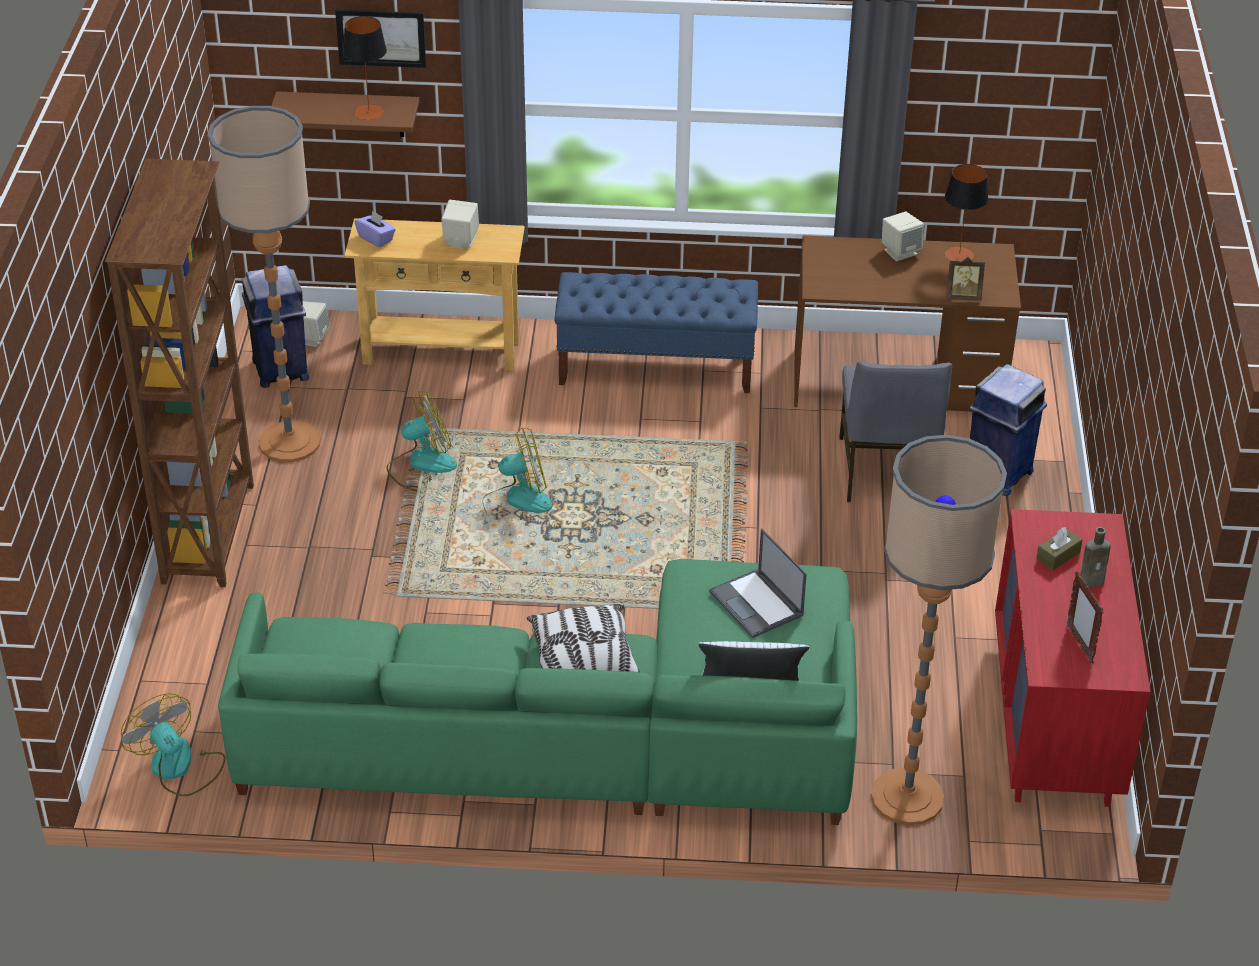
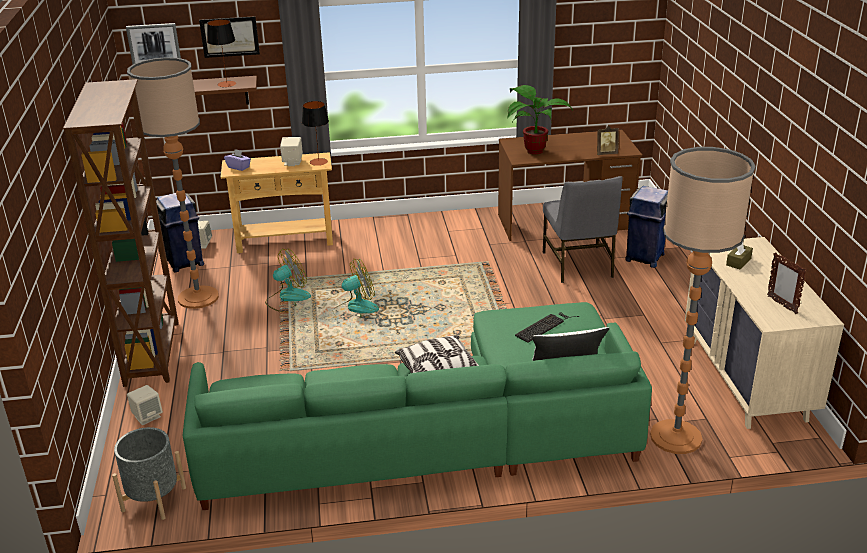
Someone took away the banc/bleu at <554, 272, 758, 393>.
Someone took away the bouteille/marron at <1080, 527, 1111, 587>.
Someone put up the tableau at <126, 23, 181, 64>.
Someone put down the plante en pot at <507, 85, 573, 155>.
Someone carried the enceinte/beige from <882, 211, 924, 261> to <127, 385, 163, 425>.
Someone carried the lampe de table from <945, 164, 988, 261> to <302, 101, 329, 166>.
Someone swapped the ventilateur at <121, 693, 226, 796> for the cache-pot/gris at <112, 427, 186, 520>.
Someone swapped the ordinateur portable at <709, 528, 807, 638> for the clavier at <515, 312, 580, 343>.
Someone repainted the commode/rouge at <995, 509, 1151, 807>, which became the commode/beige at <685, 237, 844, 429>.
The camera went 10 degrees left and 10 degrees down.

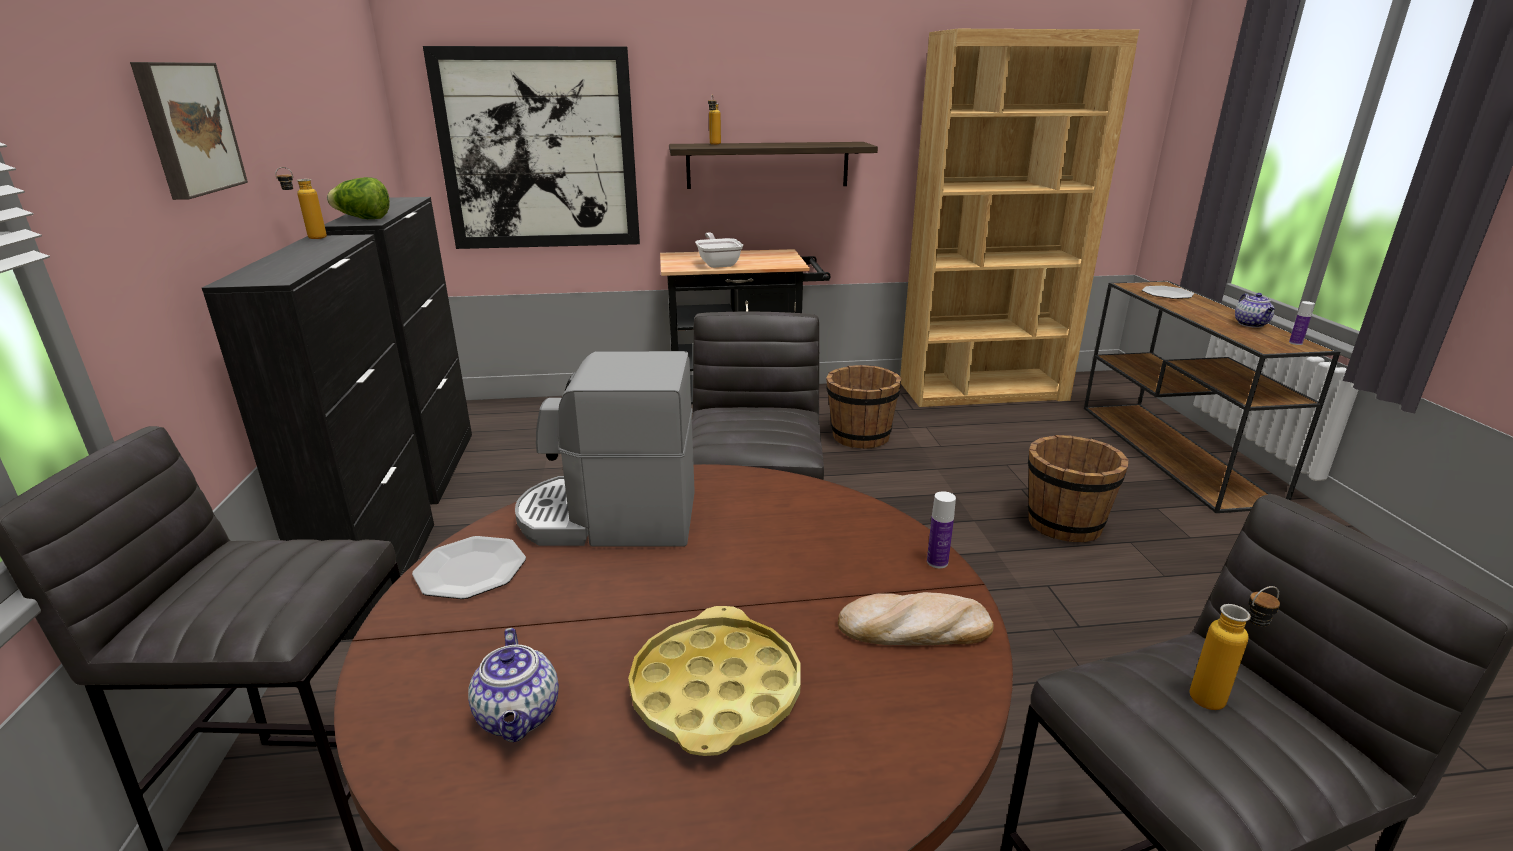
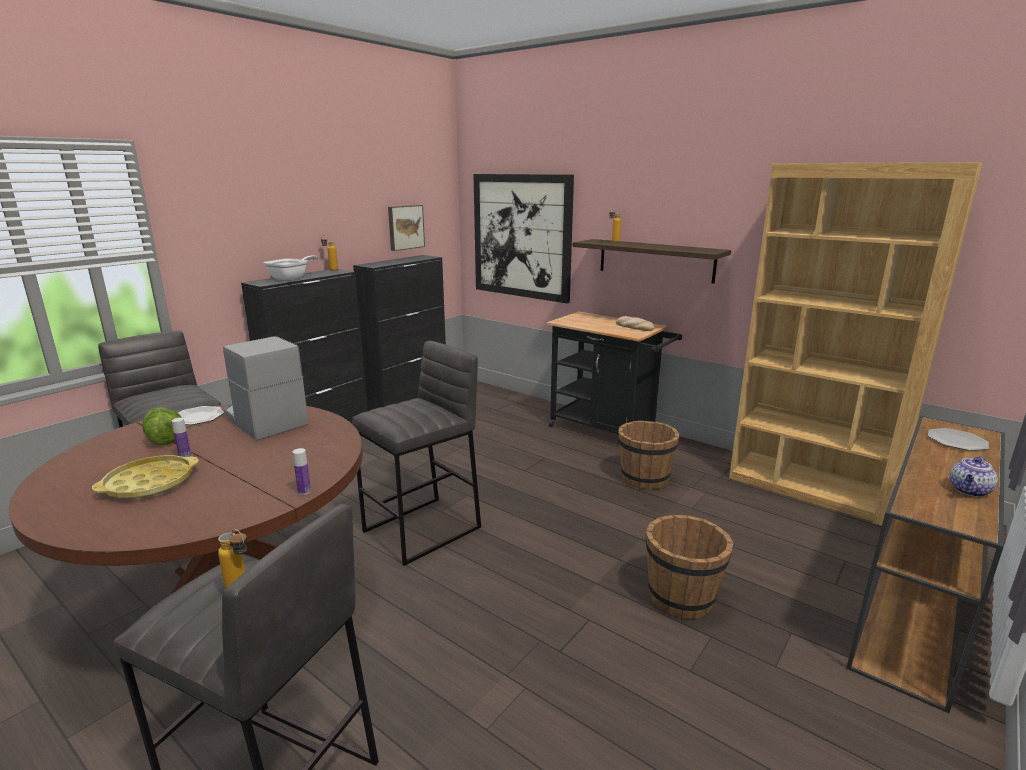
Someone took away the théière at <468, 628, 559, 742>.
Someone carried the tableau from <130, 62, 248, 200> to <388, 205, 425, 251>.
Someone carried the laitue from <327, 177, 390, 219> to <142, 407, 182, 445>.
Someone carried the poêle from <695, 233, 743, 268> to <263, 256, 319, 281>.
Someone carried the pain from <838, 592, 993, 646> to <616, 316, 655, 331>.
Someone carried the bouteille from <1289, 301, 1315, 345> to <172, 418, 192, 457>.
The camera went 45 degrees right and 5 degrees down.

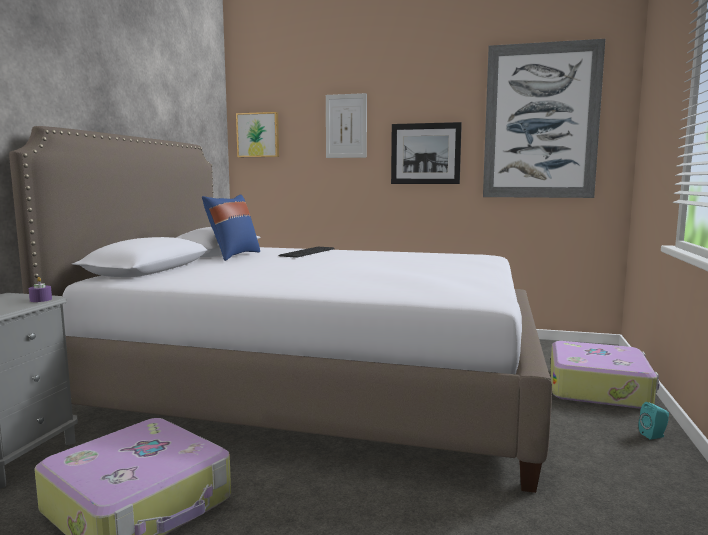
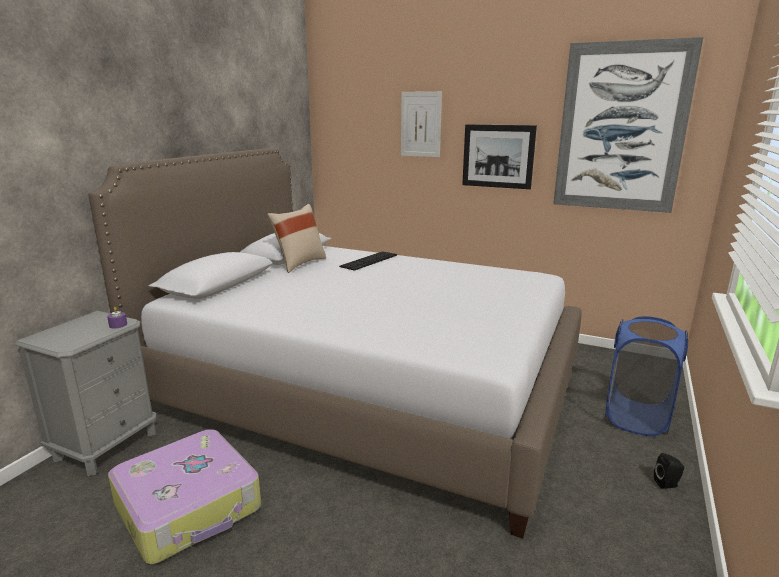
Someone took away the tableau at <236, 112, 279, 157>.
Someone swapped the valise at <550, 341, 660, 409> for the panier à linge/bleu at <605, 316, 688, 437>.
Someone repainted the coussin/bleu at <202, 194, 260, 261>, which became the coussin/beige at <267, 204, 326, 273>.
Someone repainted the enceinte/turquoise at <638, 402, 669, 440>, which became the enceinte/noir at <654, 453, 684, 489>.
The camera went 10 degrees right and 10 degrees up.

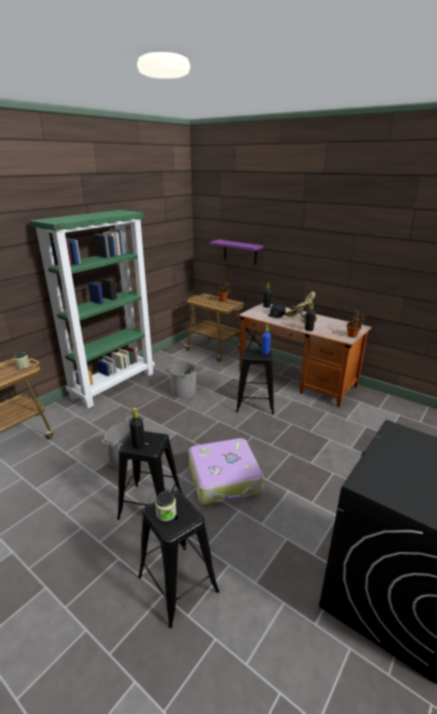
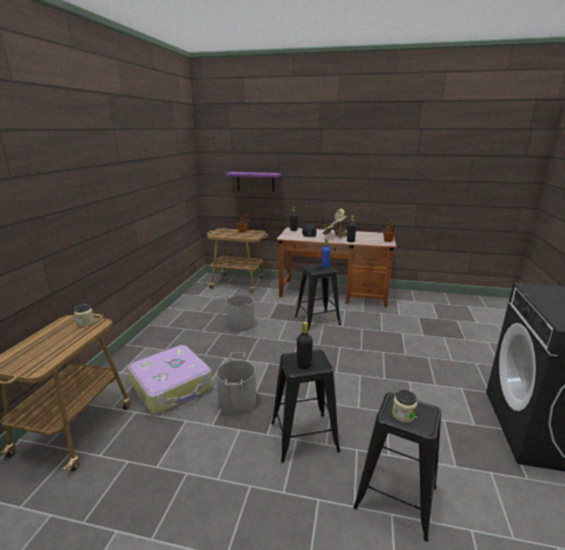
Someone took away the bibliothèque/vert at <30, 210, 155, 409>.
Someone carried the valise from <189, 438, 263, 505> to <128, 345, 212, 414>.
The camera went 25 degrees left and 5 degrees down.

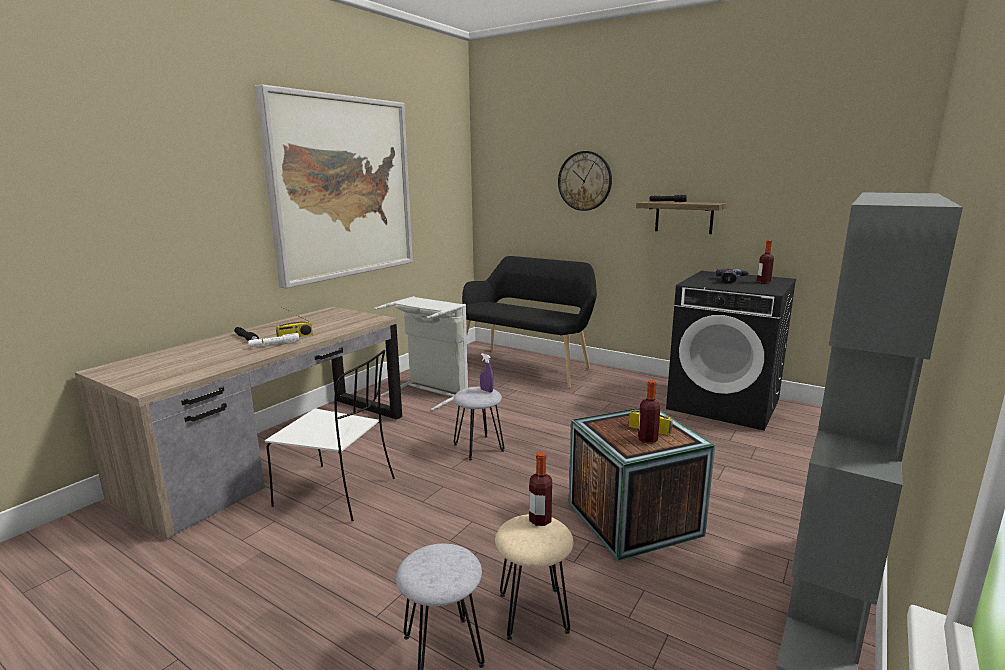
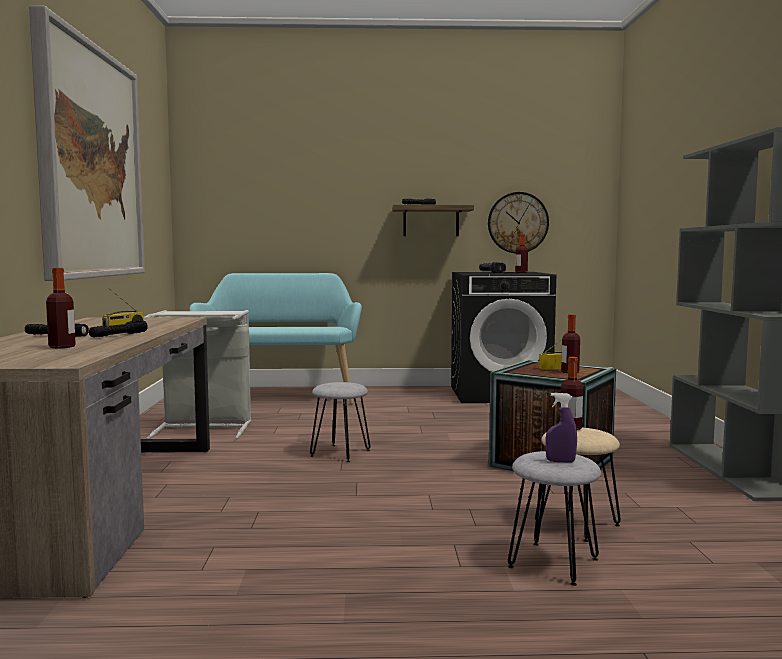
Someone took away the chaise/blanc at <265, 350, 395, 522>.
Someone put down the bouteille at <46, 268, 76, 349>.
Someone carried the vaporisateur/violet from <480, 354, 494, 392> to <545, 393, 577, 463>.
Someone carried the horloge murale from <558, 151, 612, 211> to <488, 192, 549, 253>.
Someone repainted the lampe de poche/blanc at <248, 333, 299, 347>, which became the lampe de poche/noir at <89, 320, 148, 337>.
Someone repainted the banc/noir at <462, 256, 597, 388>, which became the banc/turquoise at <189, 273, 362, 404>.
The camera went 35 degrees left and 10 degrees down.

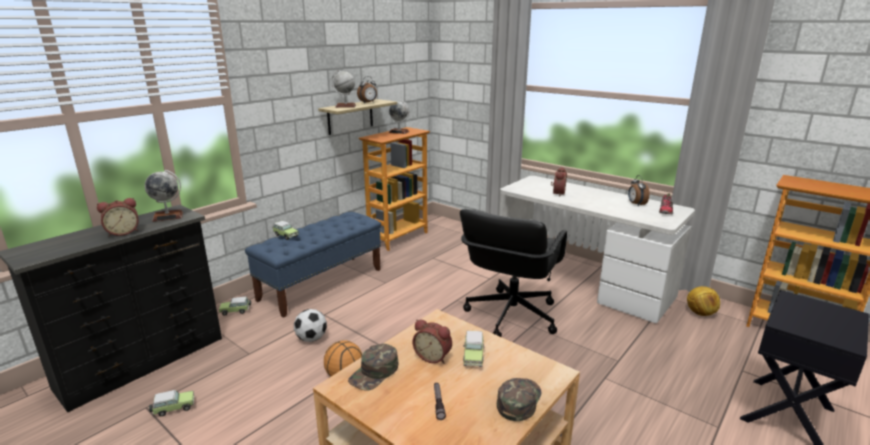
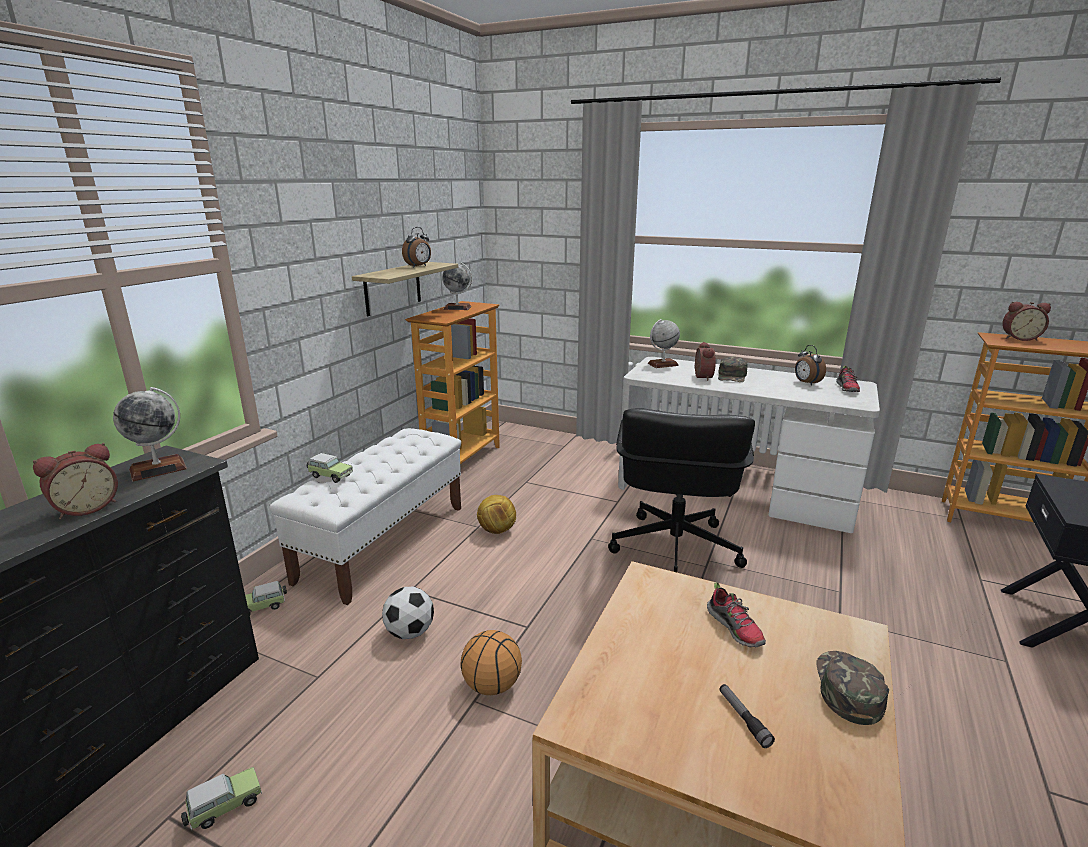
Someone carried the globe from <331, 70, 356, 108> to <648, 319, 680, 368>.
Someone carried the casquette/vert from <348, 344, 398, 391> to <718, 356, 748, 382>.
Someone carried the réveil from <413, 320, 452, 364> to <1002, 302, 1051, 341>.
Someone carried the ballon de foot from <687, 286, 720, 316> to <477, 495, 516, 534>.
Someone swapped the petite voiture at <463, 331, 485, 367> for the chaussure at <707, 582, 766, 648>.
Someone repainted the banc/bleu at <245, 212, 381, 318>, which became the banc/blanc at <269, 428, 461, 605>.
The camera went 15 degrees left and 0 degrees up.

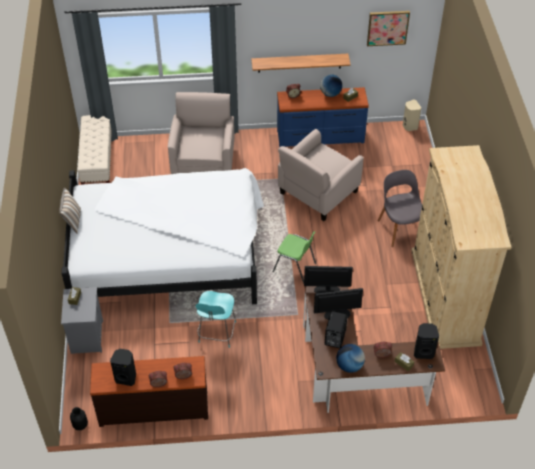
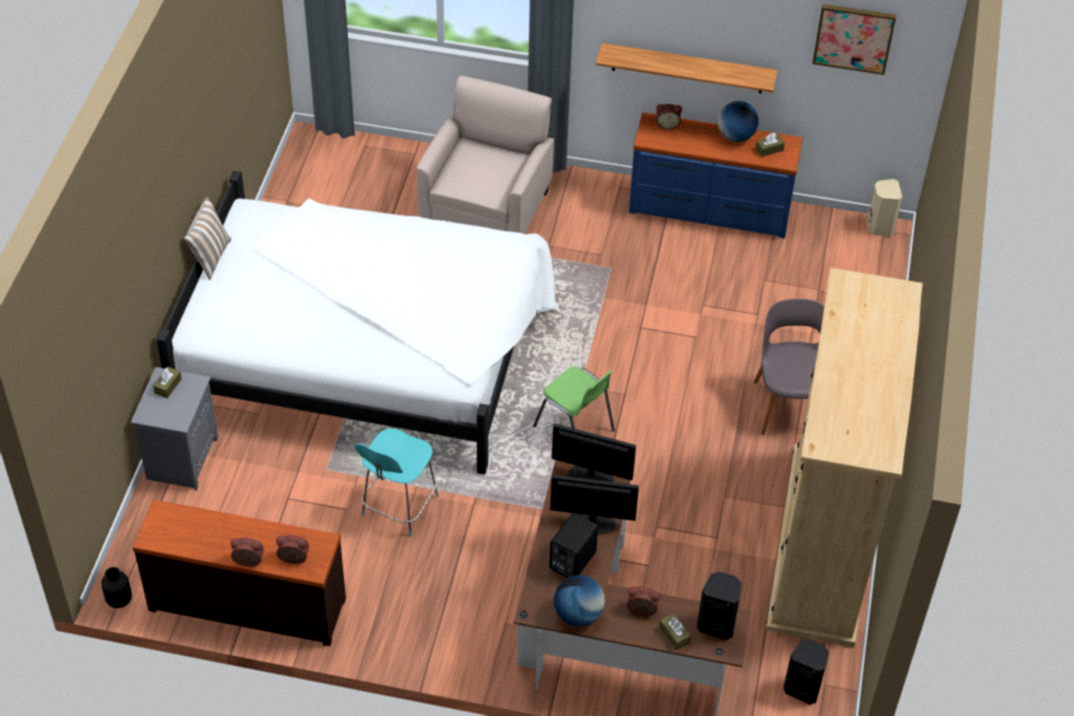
Someone took away the banc/beige at <77, 115, 112, 185>.
Someone took away the fauteuil/beige at <278, 129, 364, 221>.
Someone carried the enceinte/noir from <110, 349, 136, 386> to <783, 639, 829, 705>.
The camera went 15 degrees right and 0 degrees up.

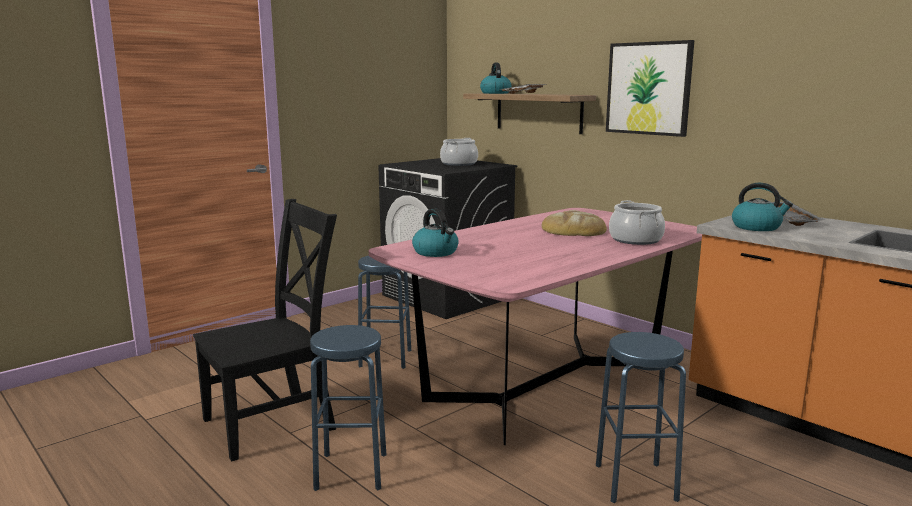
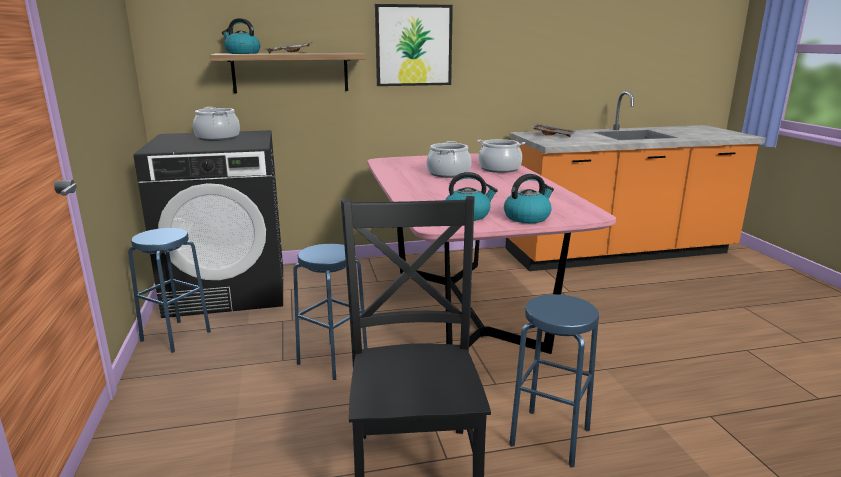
Someone carried the tabouret/bleu from <596, 332, 686, 503> to <128, 228, 211, 353>.
Someone carried the bouilloire from <732, 183, 793, 231> to <504, 174, 554, 223>.
Someone swapped the pain at <542, 210, 607, 236> for the marmite at <426, 141, 471, 178>.
The camera went 60 degrees left and 5 degrees up.

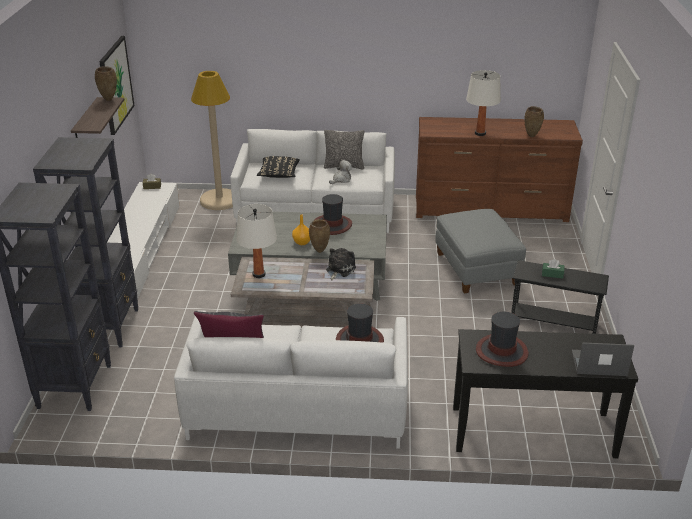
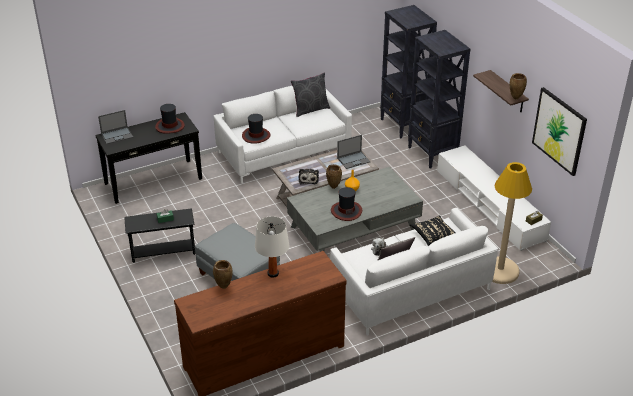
Someone swapped the lampe de table/blanc at <236, 204, 277, 278> for the ordinateur portable at <337, 135, 371, 169>.
The camera went 150 degrees right and 5 degrees up.

